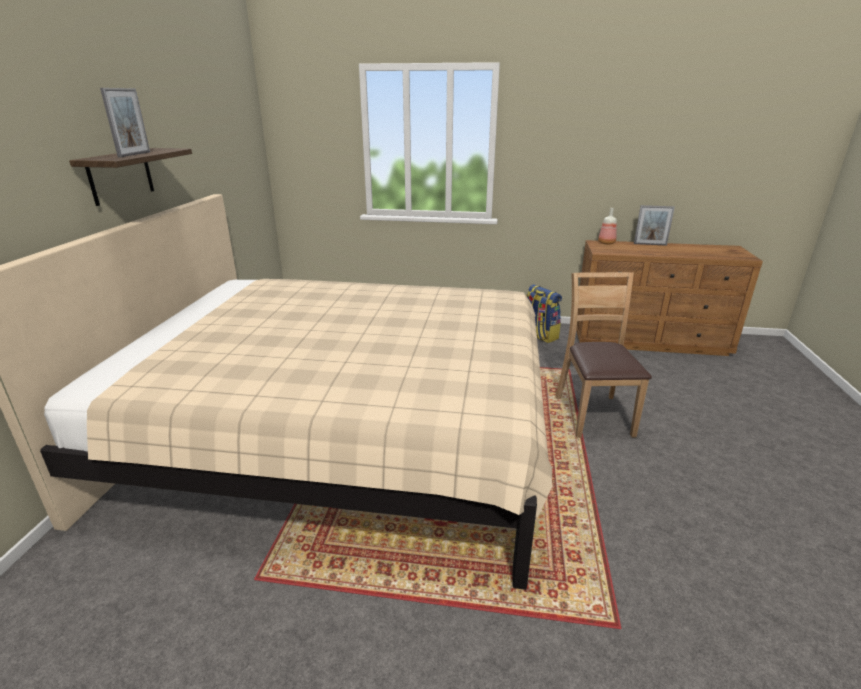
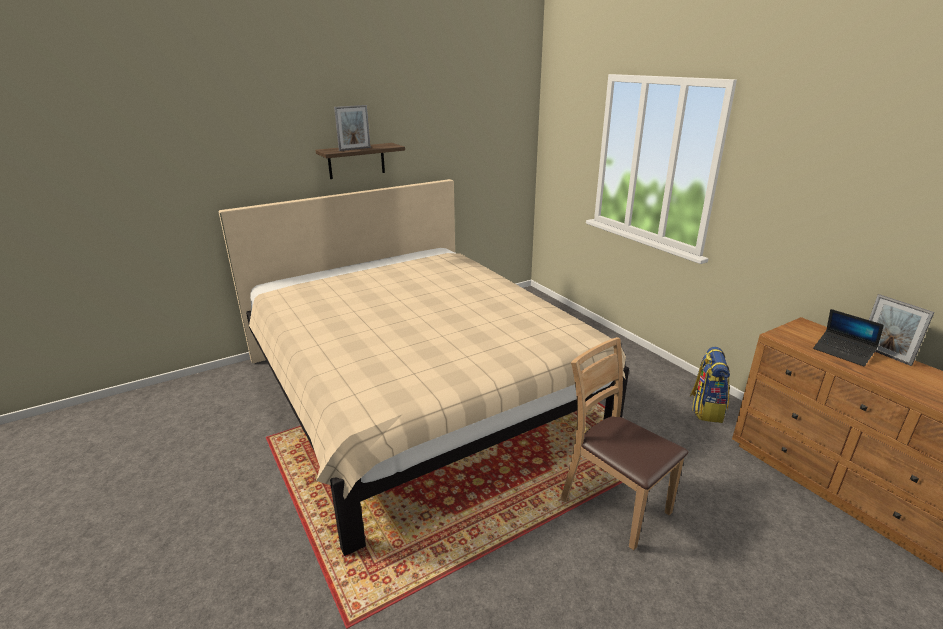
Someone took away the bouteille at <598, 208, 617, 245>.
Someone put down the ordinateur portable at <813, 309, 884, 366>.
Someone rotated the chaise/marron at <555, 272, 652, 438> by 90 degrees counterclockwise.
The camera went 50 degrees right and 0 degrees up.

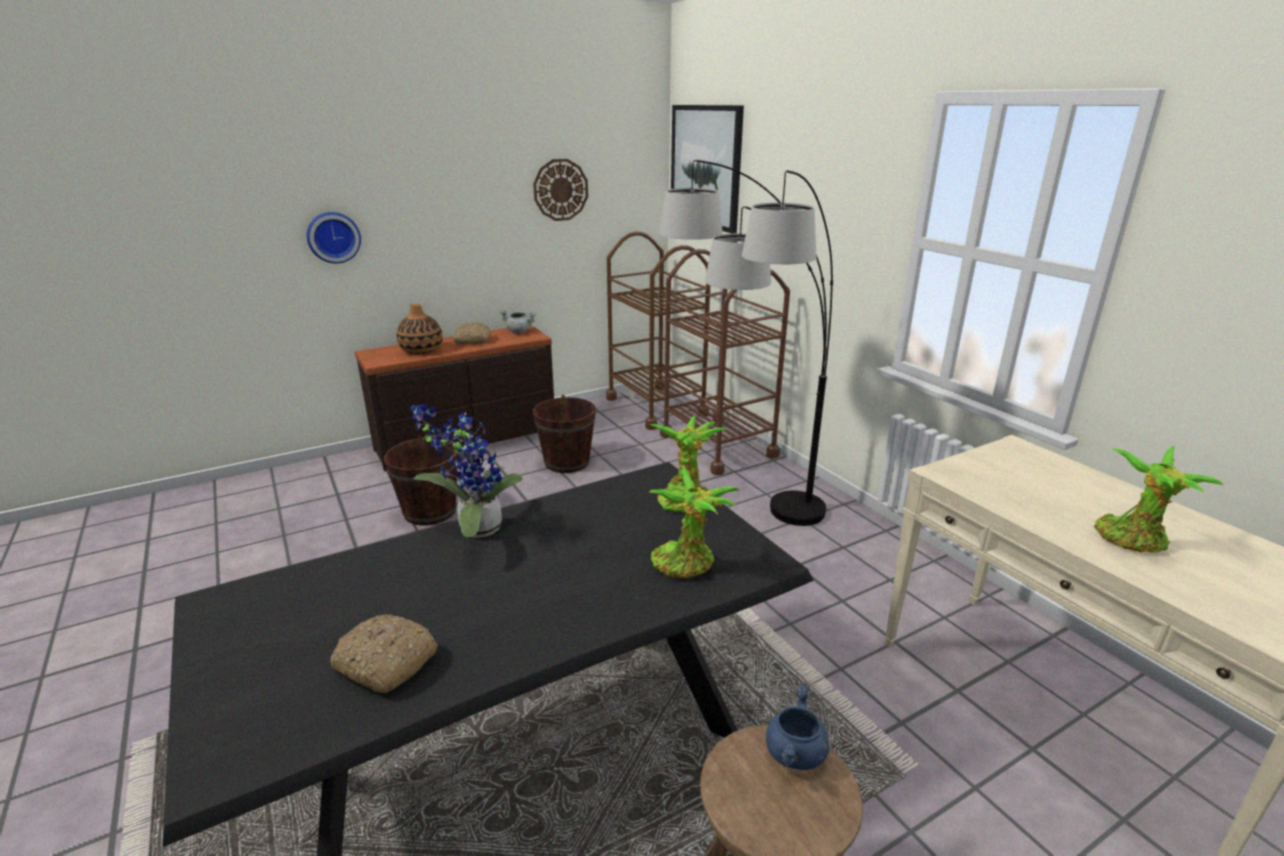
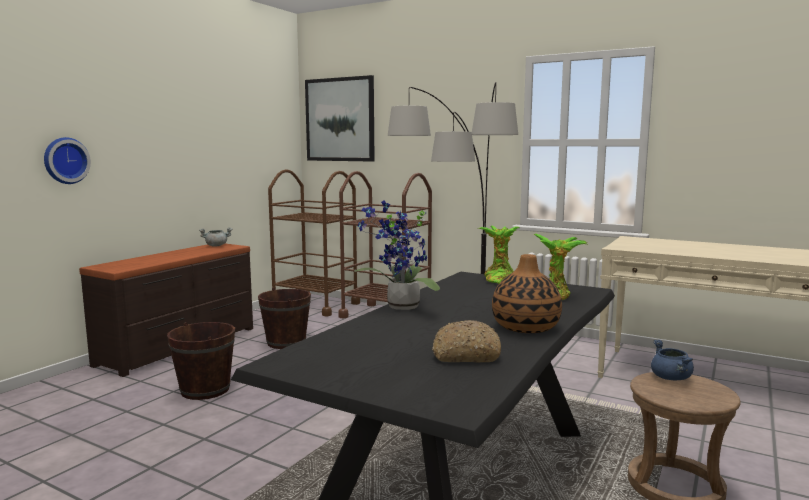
Someone took away the pain at <453, 322, 491, 344>.
Someone took away the horloge murale at <533, 159, 588, 221>.
Someone took away the plante en pot at <1094, 446, 1224, 553>.
Someone carried the vase from <397, 303, 443, 354> to <492, 254, 562, 333>.
The camera went 30 degrees left and 15 degrees down.

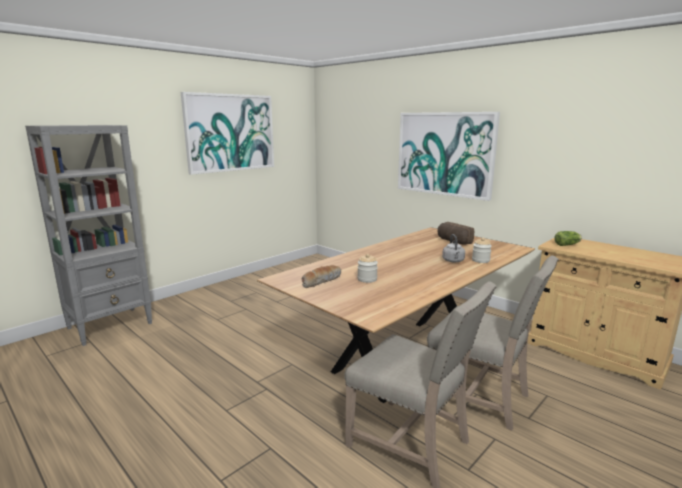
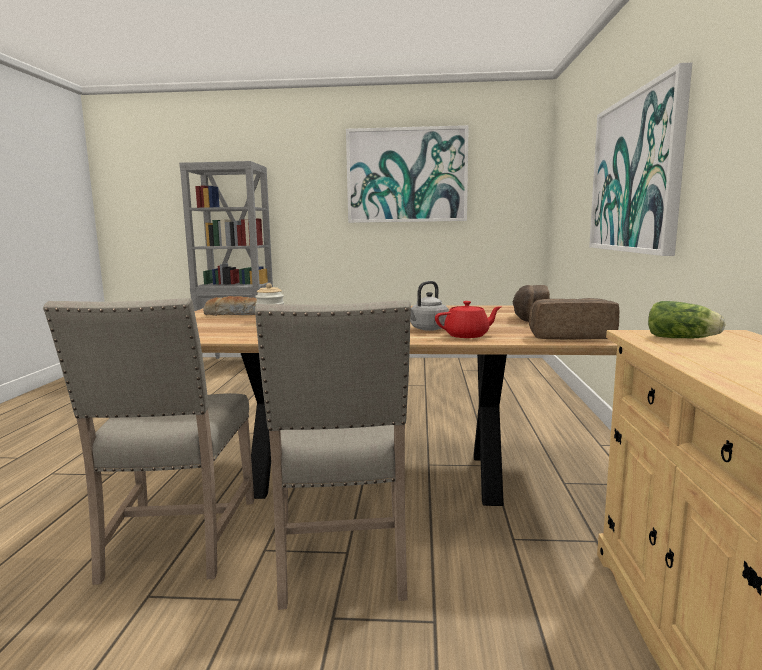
Someone put down the pain at <529, 298, 619, 340>.
Someone swapped the bocal at <472, 238, 492, 263> for the théière/rouge at <435, 301, 502, 338>.
The camera went 50 degrees right and 5 degrees down.

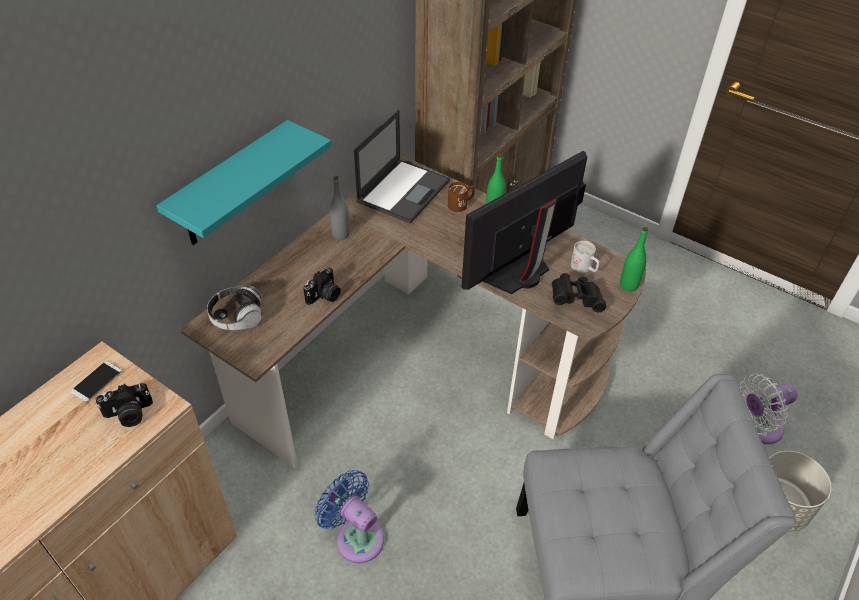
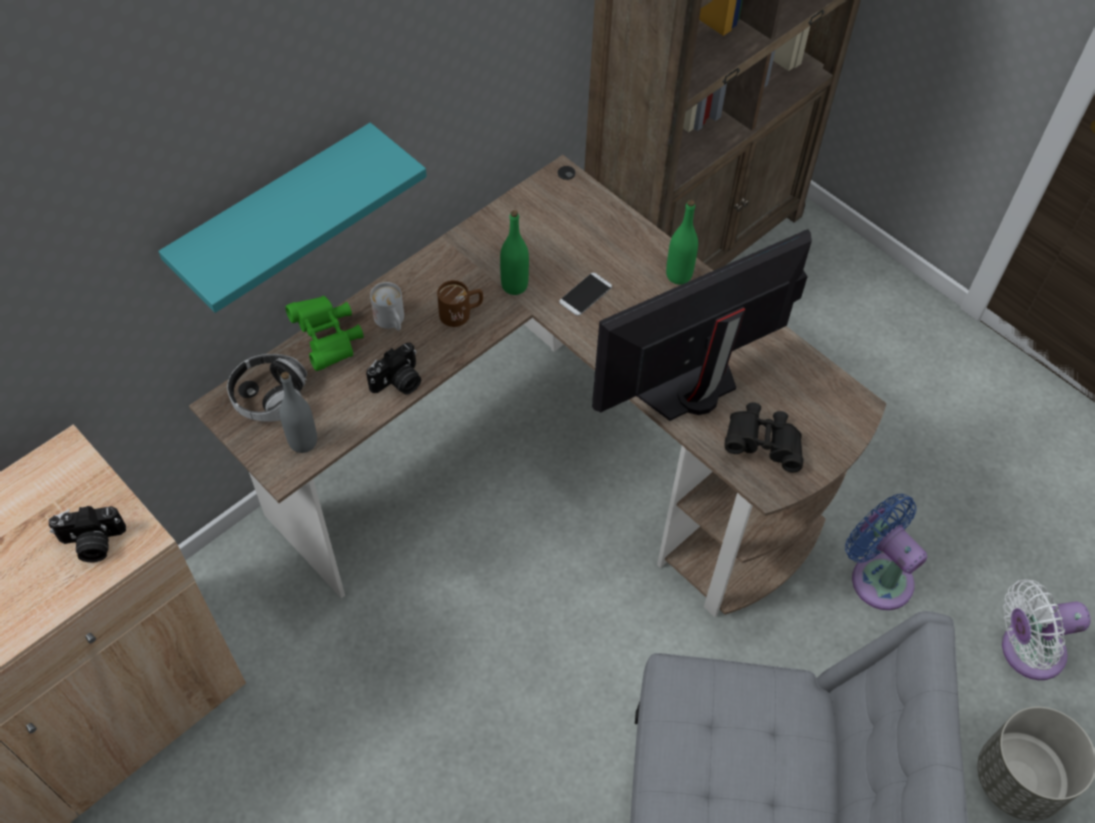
Someone took away the ordinateur portable at <354, 110, 450, 224>.
Someone put down the jumelles/vert at <285, 296, 363, 371>.
Someone carried the téléphone from <71, 361, 122, 402> to <559, 272, 612, 316>.
Someone carried the ventilateur/bleu from <315, 470, 384, 563> to <845, 494, 927, 610>.
Someone carried the bouteille/gris from <329, 176, 350, 240> to <280, 372, 317, 453>.
Someone carried the mug/marron from <448, 182, 475, 212> to <437, 280, 483, 327>.
Someone carried the mug/blanc from <571, 241, 599, 273> to <370, 282, 404, 331>.
Someone carried the bouteille/vert from <620, 227, 648, 292> to <500, 210, 529, 295>.
The camera went 10 degrees right and 10 degrees up.

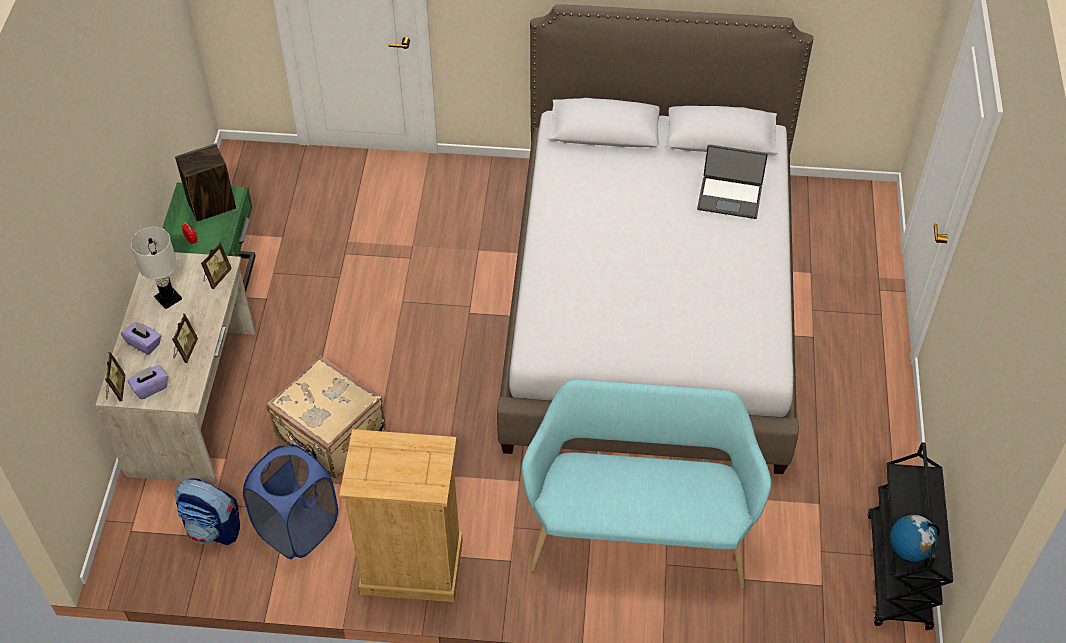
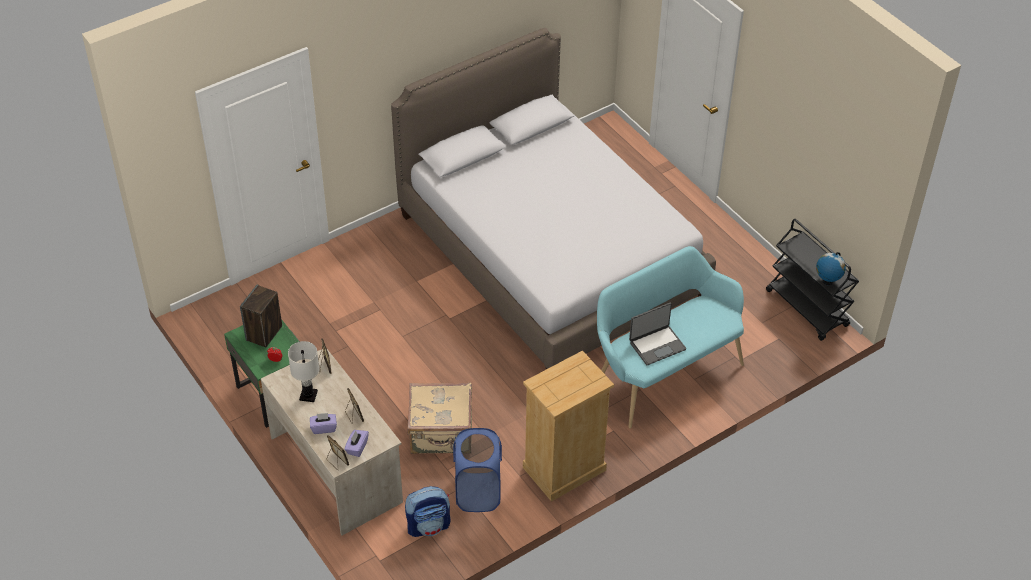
Someone carried the ordinateur portable from <697, 144, 768, 219> to <629, 302, 686, 365>.
The camera went 40 degrees left and 5 degrees down.

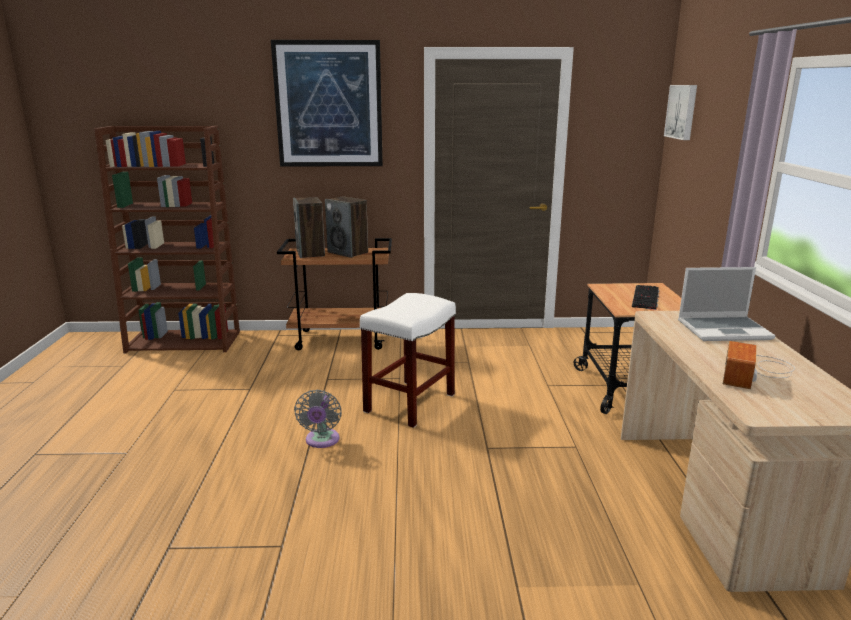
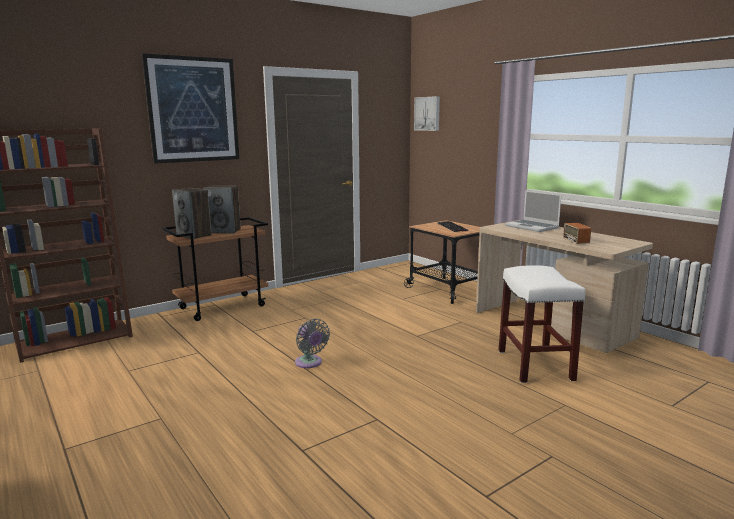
Someone carried the tabouret/blanc from <360, 293, 456, 428> to <498, 265, 585, 383>.
Someone rotated the ordinateur portable at <678, 267, 776, 341> by 90 degrees clockwise.
The camera went 35 degrees left and 5 degrees down.

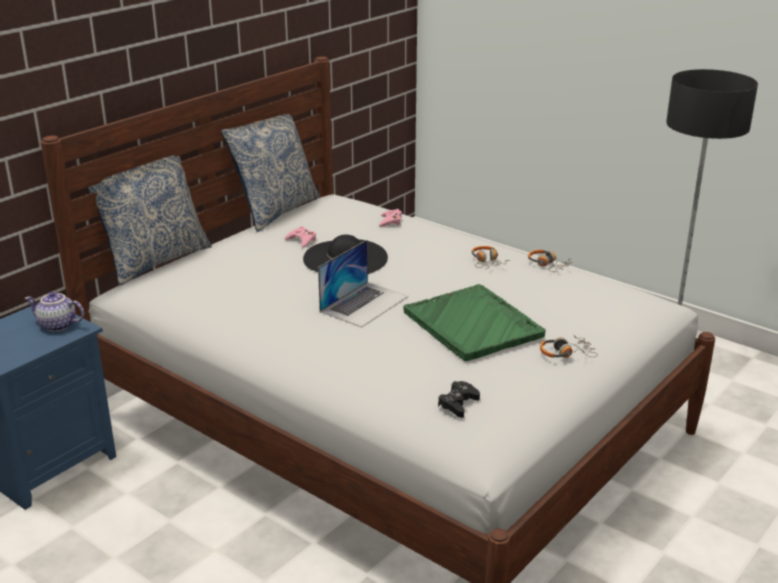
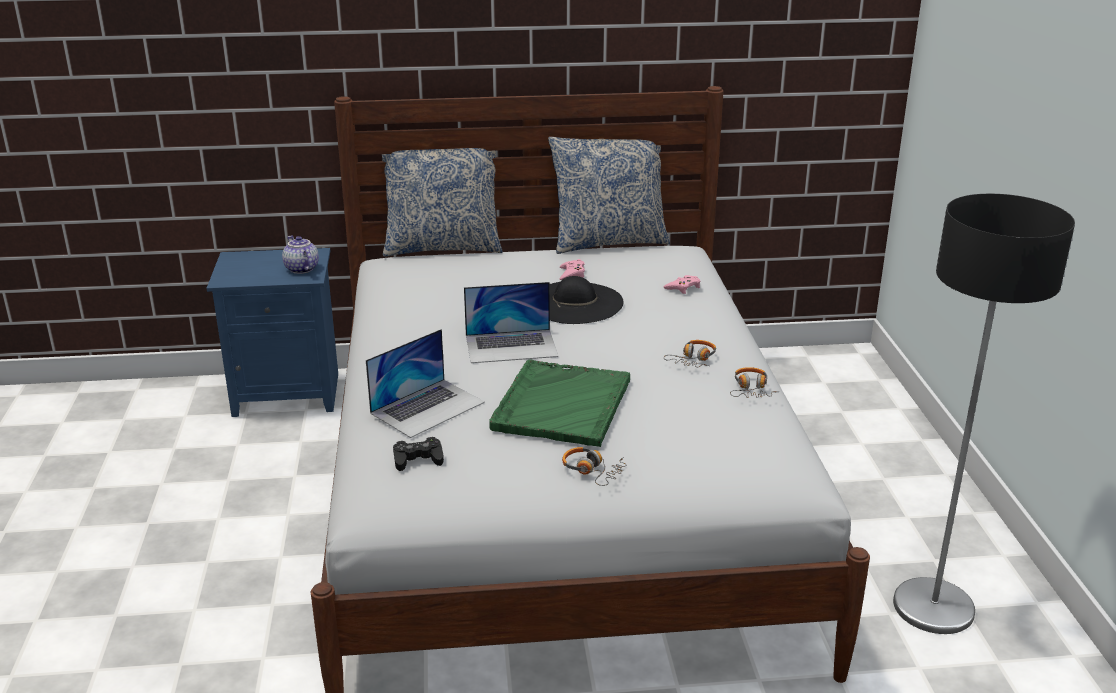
Someone put down the ordinateur portable at <366, 329, 485, 438>.
The camera went 45 degrees right and 0 degrees up.

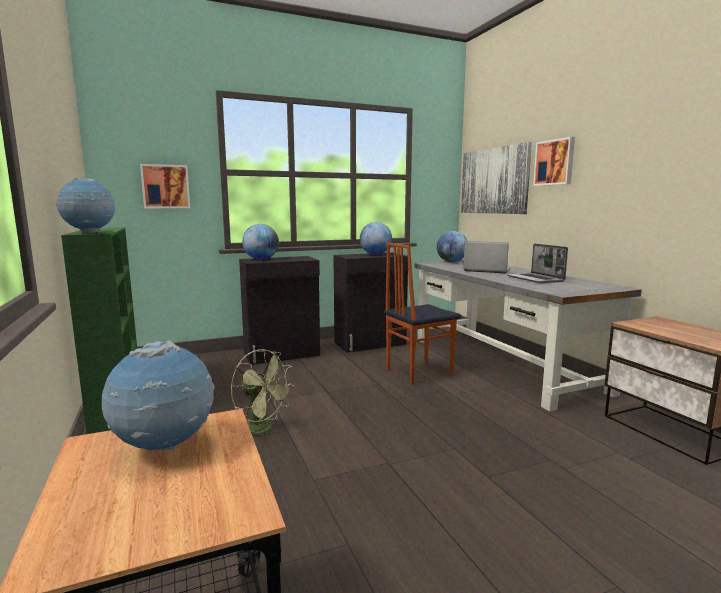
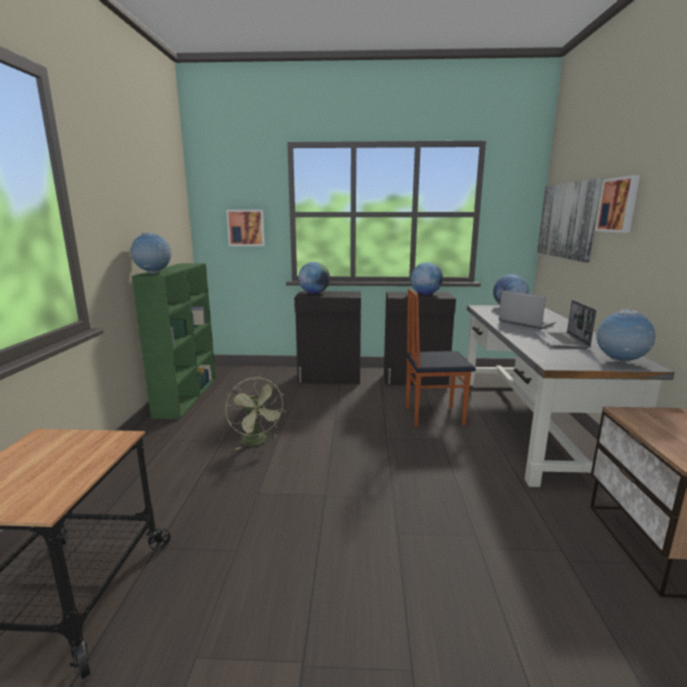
Someone carried the globe from <102, 341, 215, 451> to <596, 309, 656, 362>.
The camera went 25 degrees right and 5 degrees up.

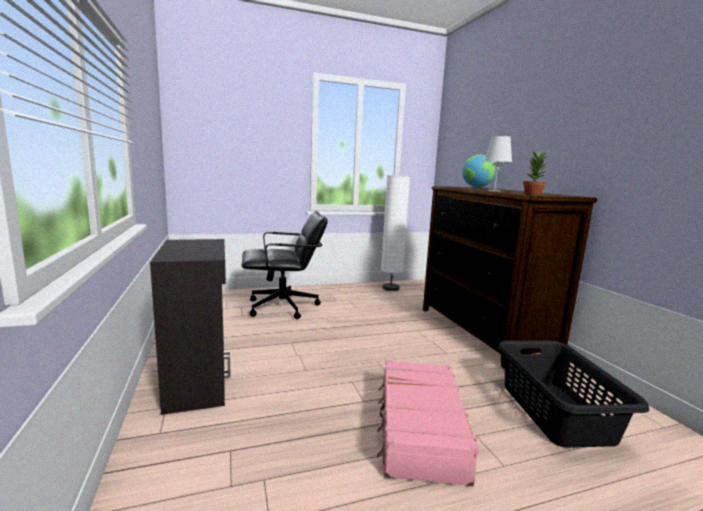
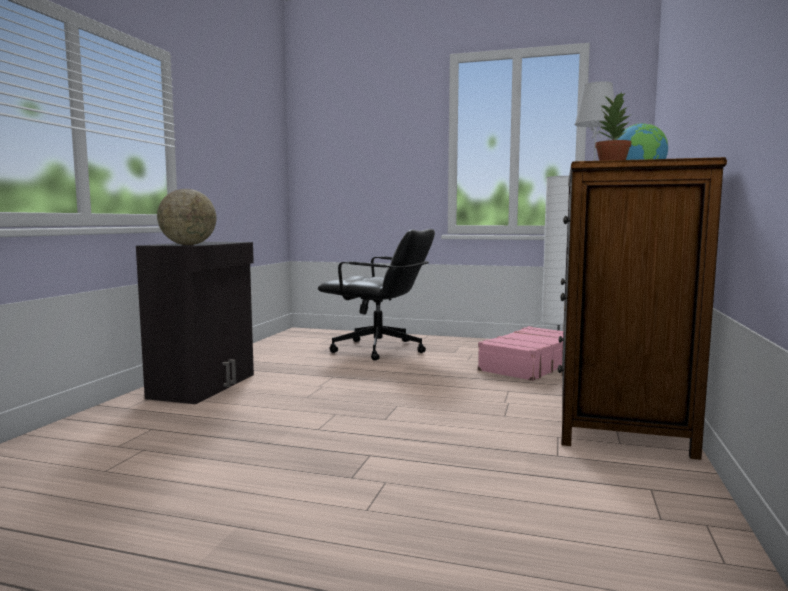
Someone took away the panier à linge/noir at <498, 340, 649, 448>.
Someone put down the globe at <157, 189, 216, 245>.
Someone carried the valise/rose from <377, 360, 479, 486> to <478, 326, 563, 381>.
The camera went 35 degrees right and 5 degrees down.

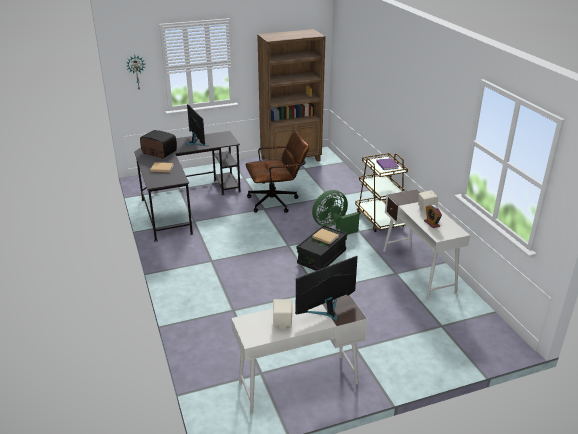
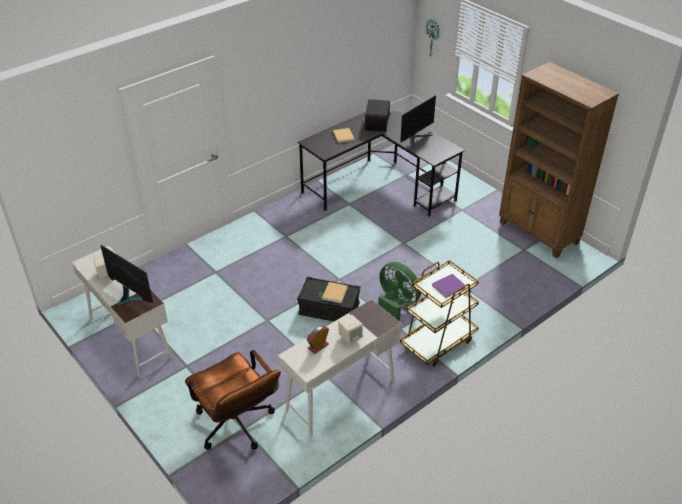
Someone carried the chaise de bureau/marron from <246, 130, 309, 213> to <185, 350, 281, 450>.
The camera went 70 degrees right and 10 degrees up.

